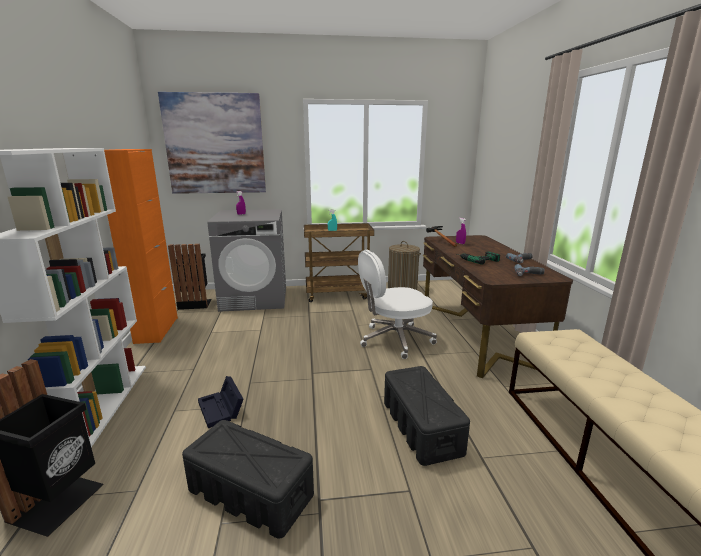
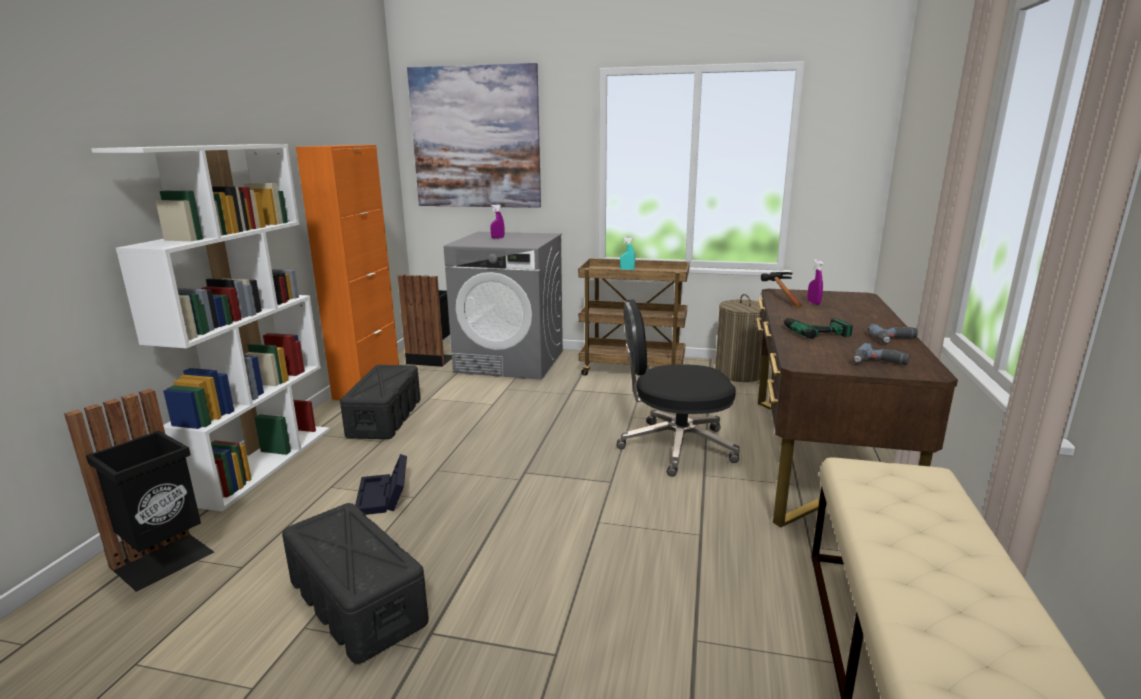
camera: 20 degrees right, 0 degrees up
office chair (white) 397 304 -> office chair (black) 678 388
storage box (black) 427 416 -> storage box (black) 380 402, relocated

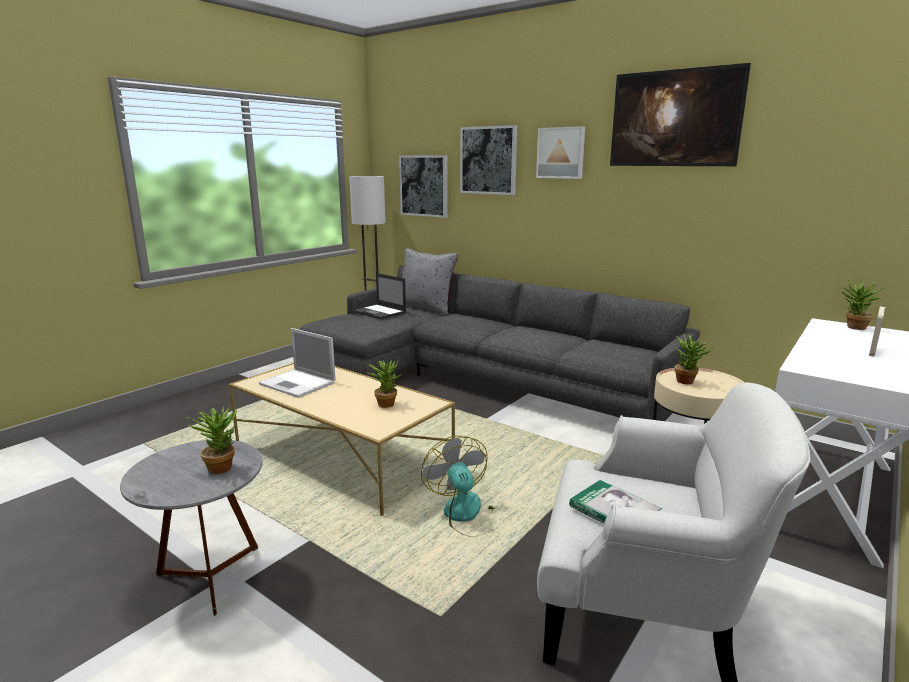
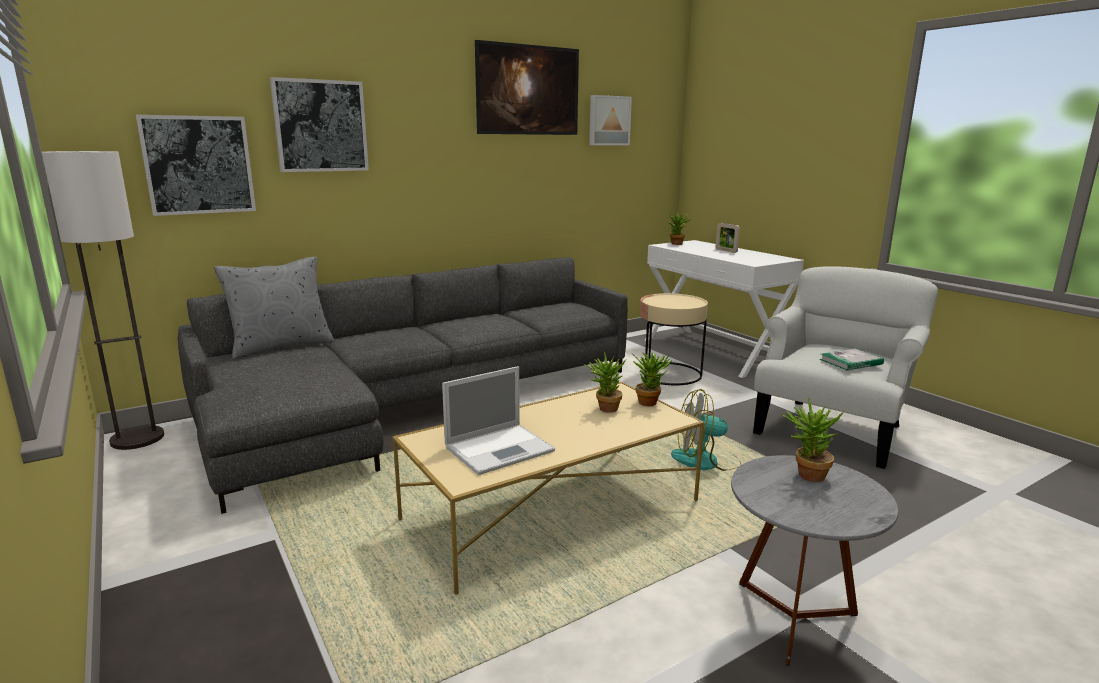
camera: 70 degrees left, 0 degrees up
laptop 379 296 -> none
picture 560 152 -> picture 610 120, relocated
potted plant 694 359 -> potted plant 651 379, relocated

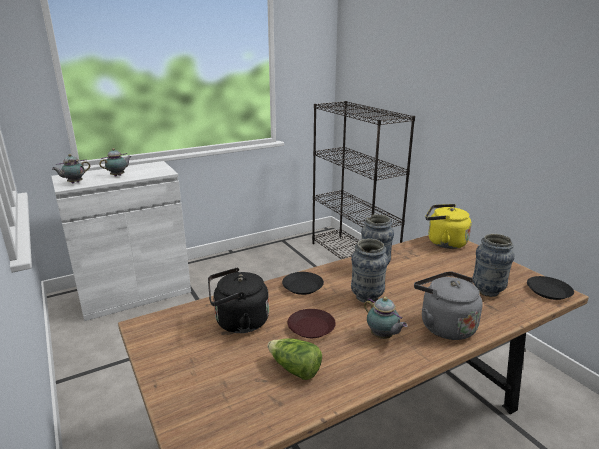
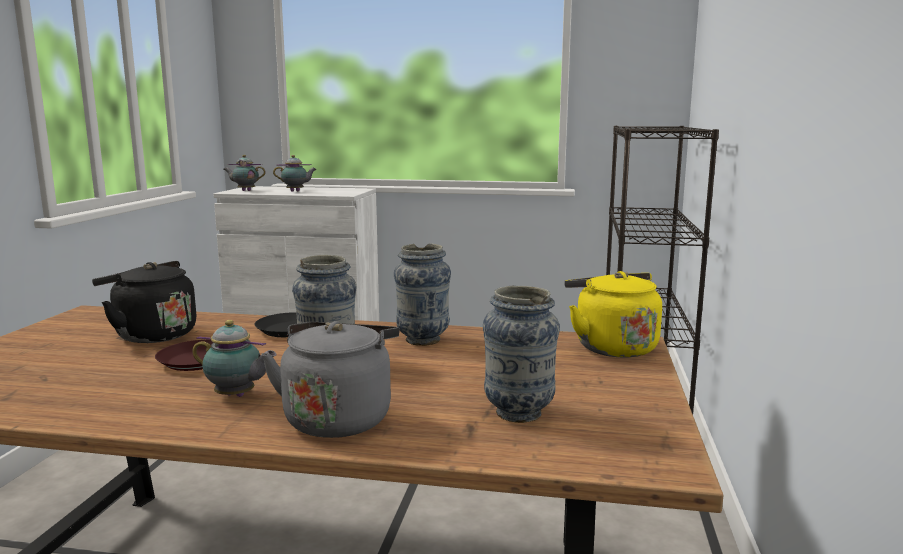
camera: 40 degrees right, 10 degrees down
lettuce 295 359 -> none
teapot 386 318 -> teapot 234 358, 75 degrees counterclockwise
plate (black) 550 288 -> none

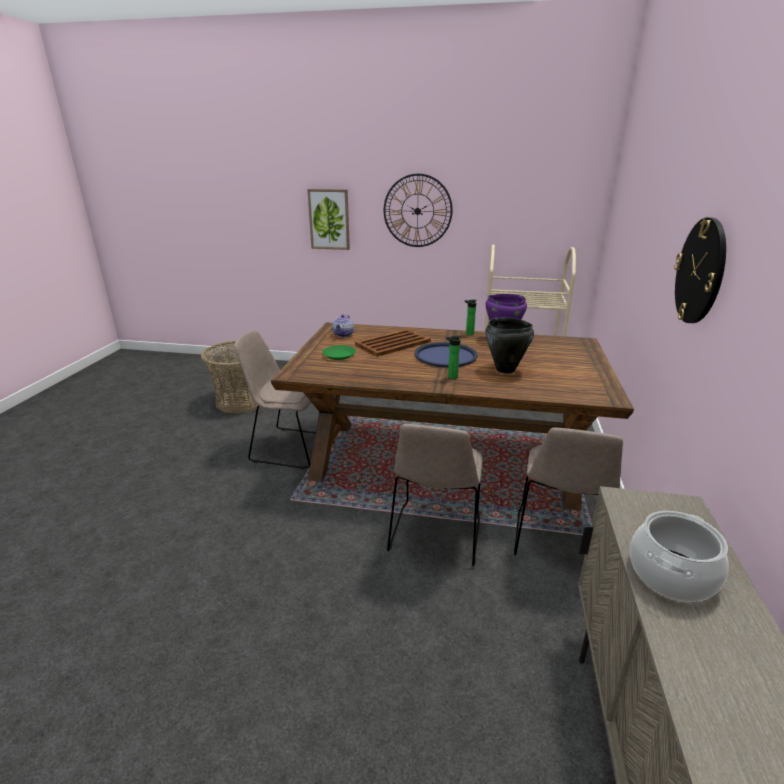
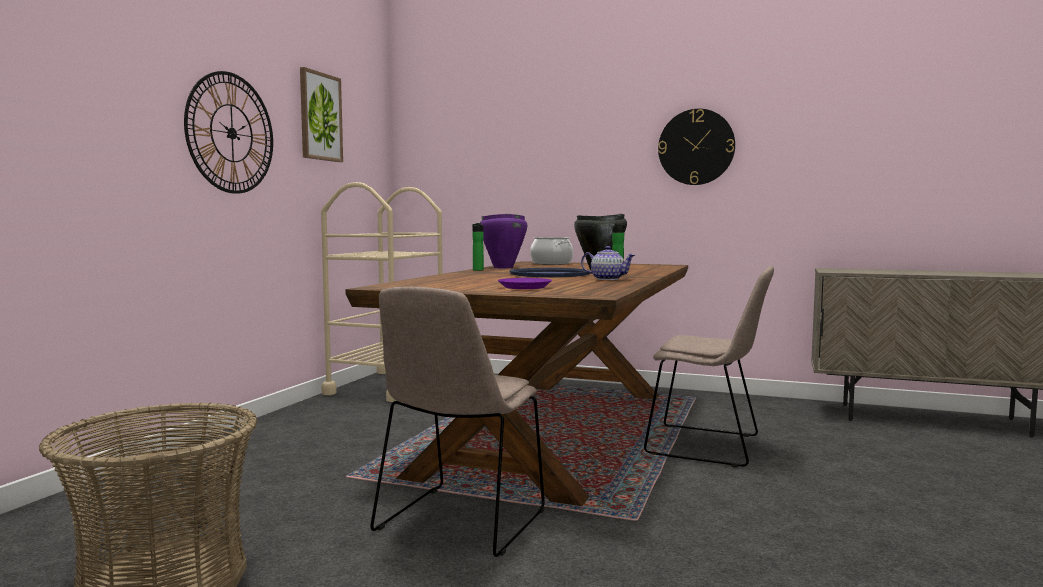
camera: 80 degrees left, 20 degrees down
picture 328 219 -> picture 321 114, relocated
plate (green) 339 352 -> plate (purple) 525 283
teapot 343 325 -> teapot 608 263, relocated
tray (brown) 393 343 -> none
chair (beige) 568 491 -> none
cooking pot 679 556 -> cooking pot 551 251, relocated

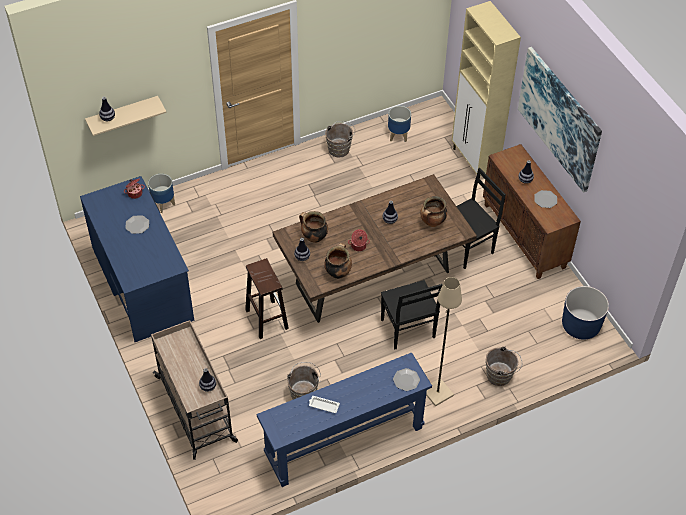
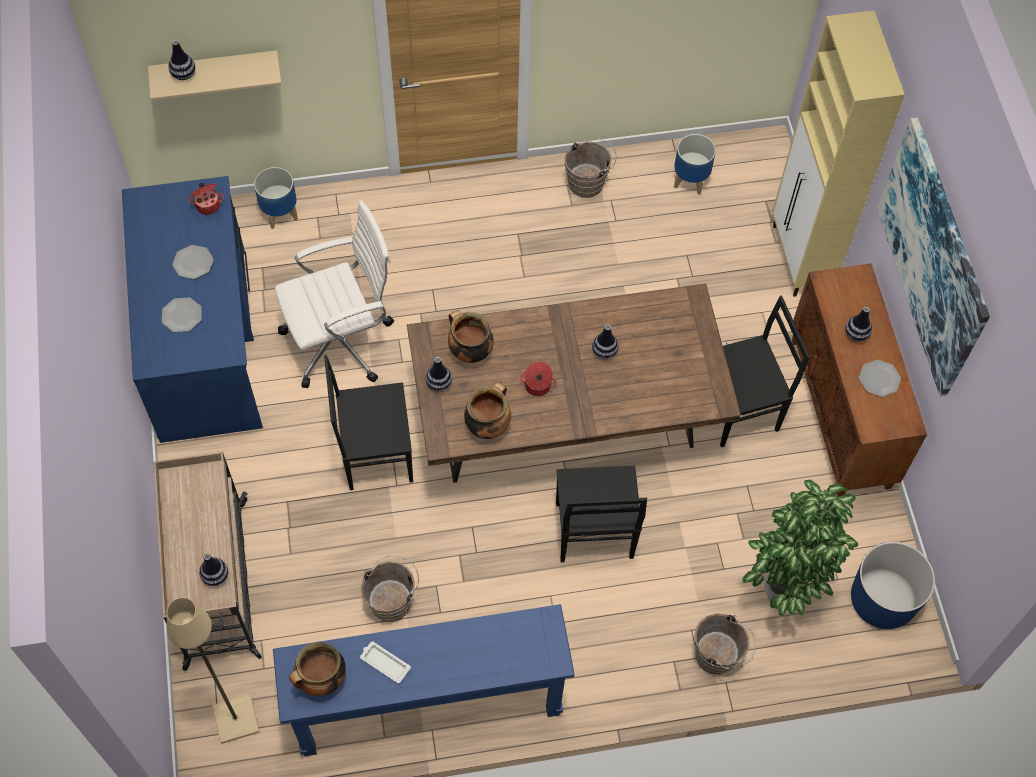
camera: 15 degrees right, 10 degrees up
stool (brown) 267 298 -> chair (black) 368 422
plate 406 379 -> plate 182 315, relocated
cooking pot 433 211 -> cooking pot 317 669, relocated
floor lamp (beige) 444 341 -> floor lamp (beige) 213 671, relocated
none -> office chair (white) 334 294
none -> potted plant 800 548

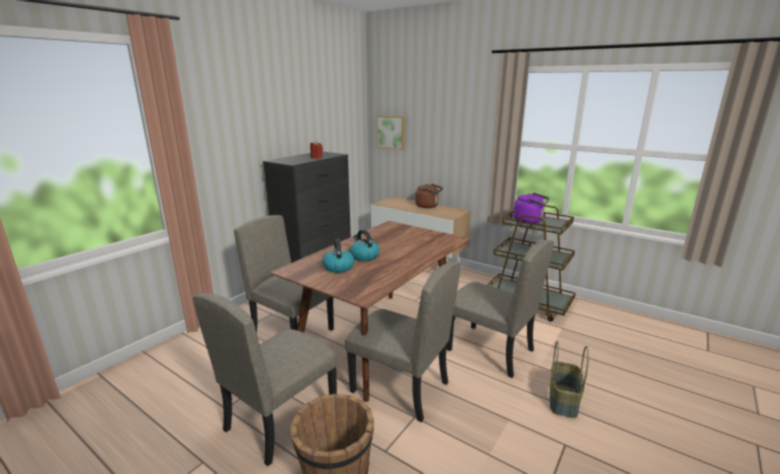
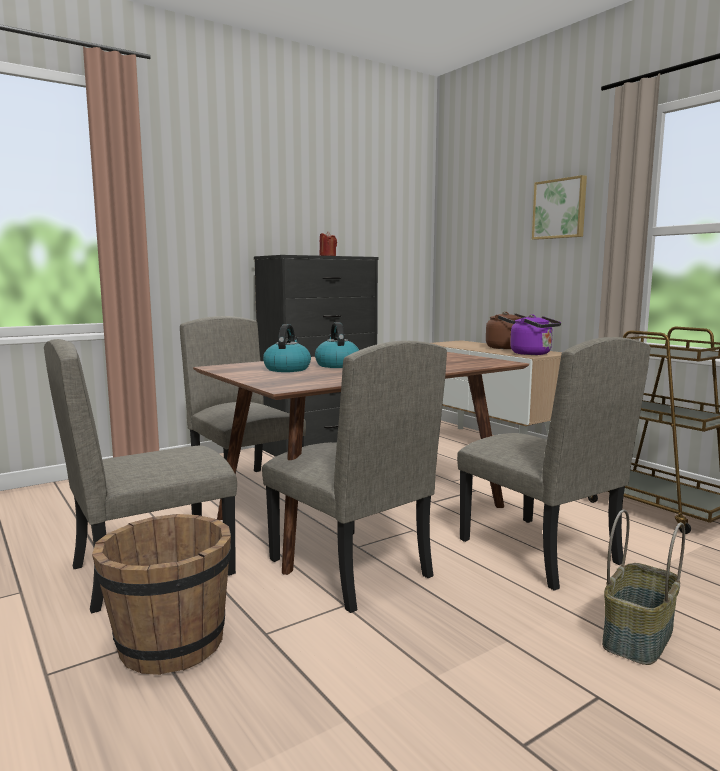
camera: 20 degrees right, 10 degrees down
picture 390 132 -> picture 559 207, relocated
kettle (purple) 531 208 -> kettle (purple) 535 334, relocated

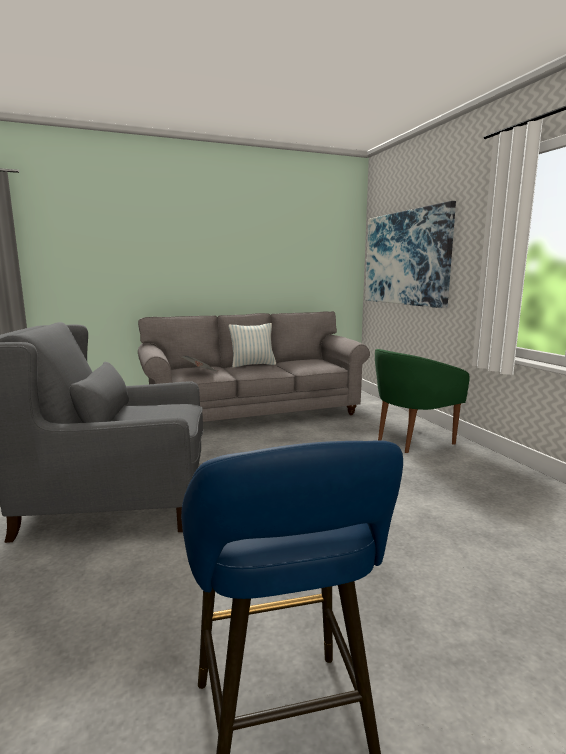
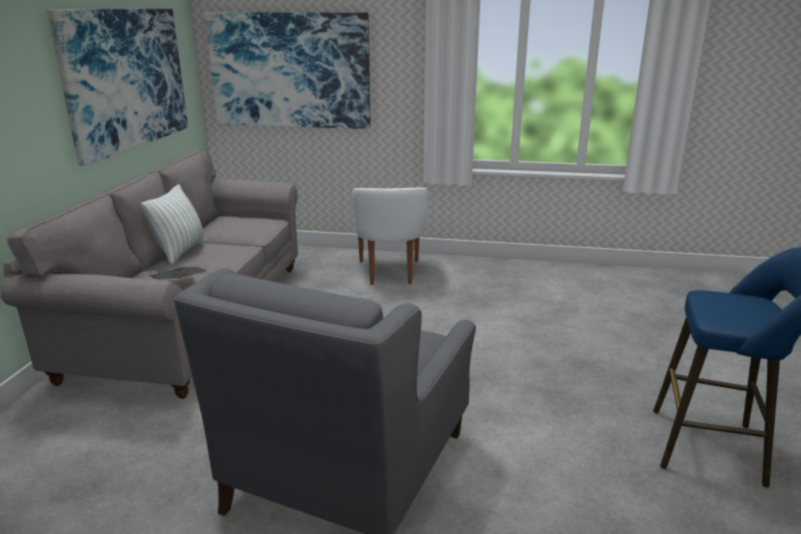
camera: 60 degrees left, 10 degrees up
armchair (green) 422 401 -> armchair (white) 390 236
none -> picture 117 87

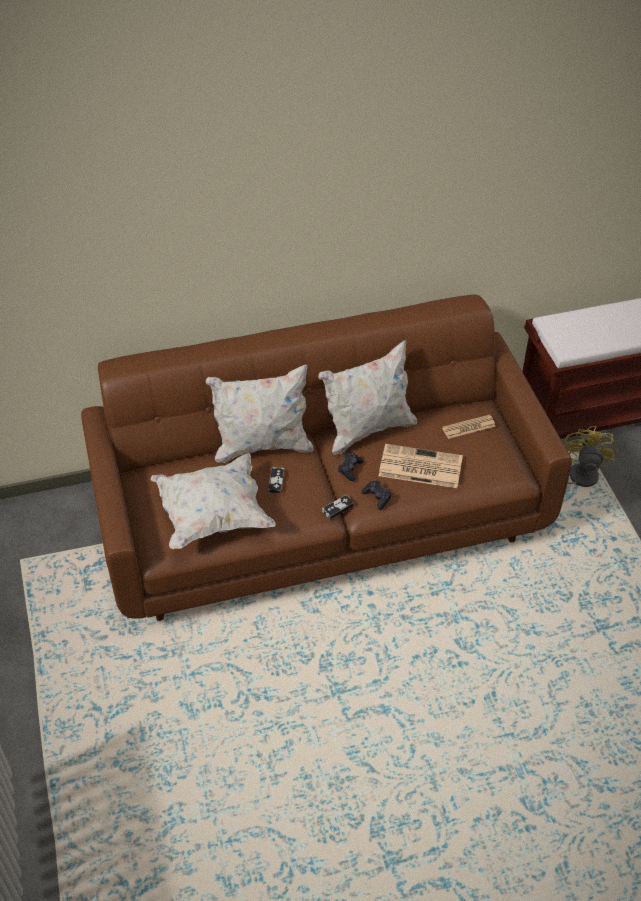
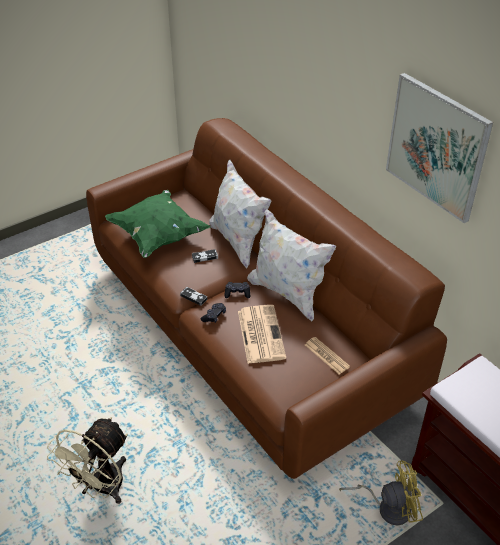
camera: 70 degrees right, 5 degrees down
pillow (white) 213 501 -> pillow (green) 157 224
none -> fan (beige) 87 460
none -> picture 439 148

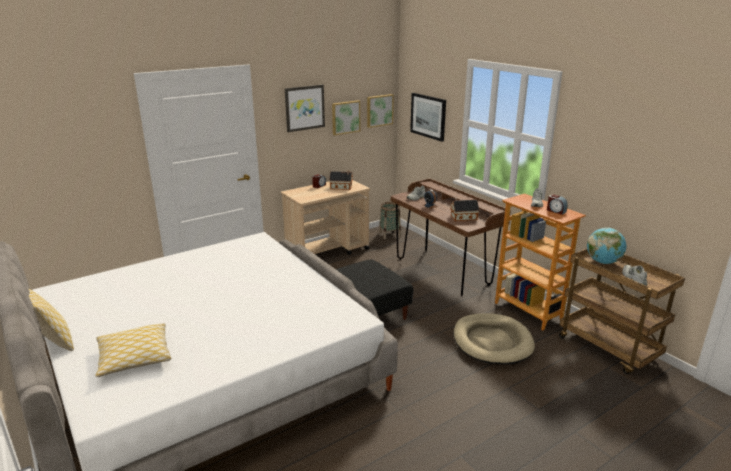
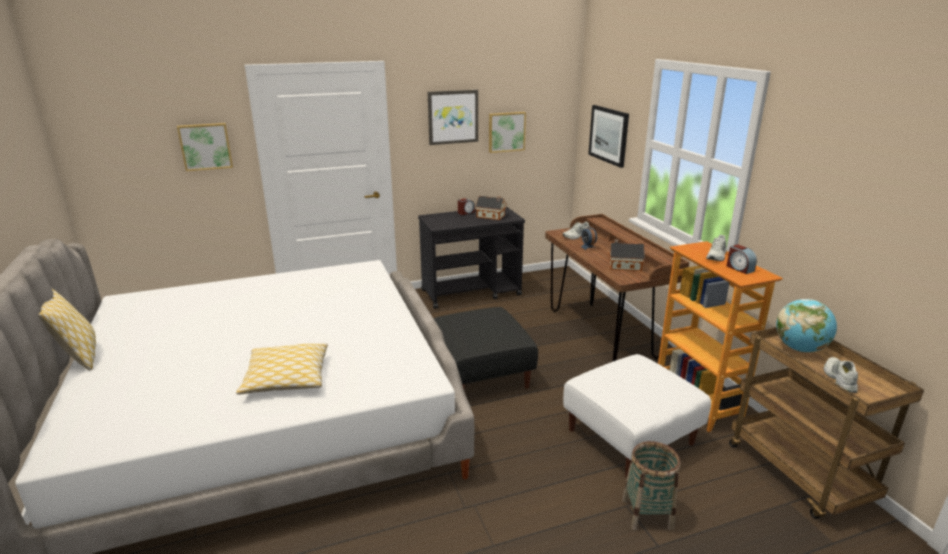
camera: 15 degrees right, 0 degrees up
pillow 133 350 -> pillow 282 368, relocated
cart (beige) 325 217 -> cart (black) 471 257
picture 380 111 -> picture 205 147, relocated
basket 390 220 -> basket 651 486, relocated
dog bed (beige) 494 338 -> ottoman (white) 637 416

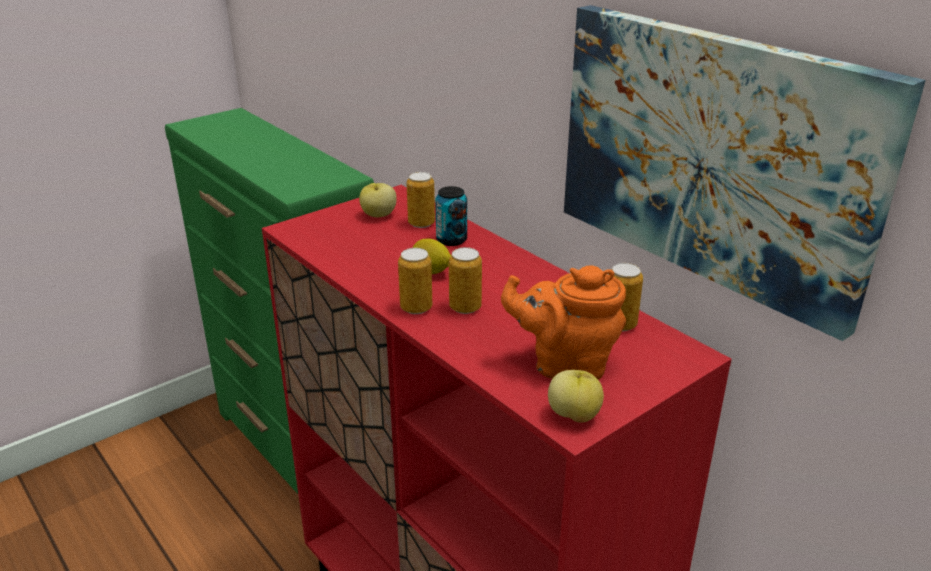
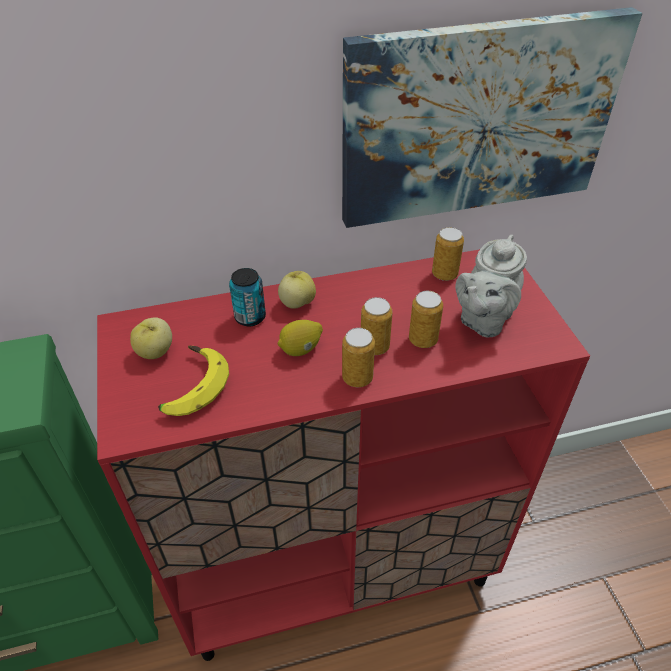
camera: 65 degrees left, 15 degrees up
can 421 200 -> can 426 319, relocated
teapot (orange) 563 322 -> teapot (grey) 491 286
apple 576 396 -> apple 297 290, relocated
none -> banana 193 381

